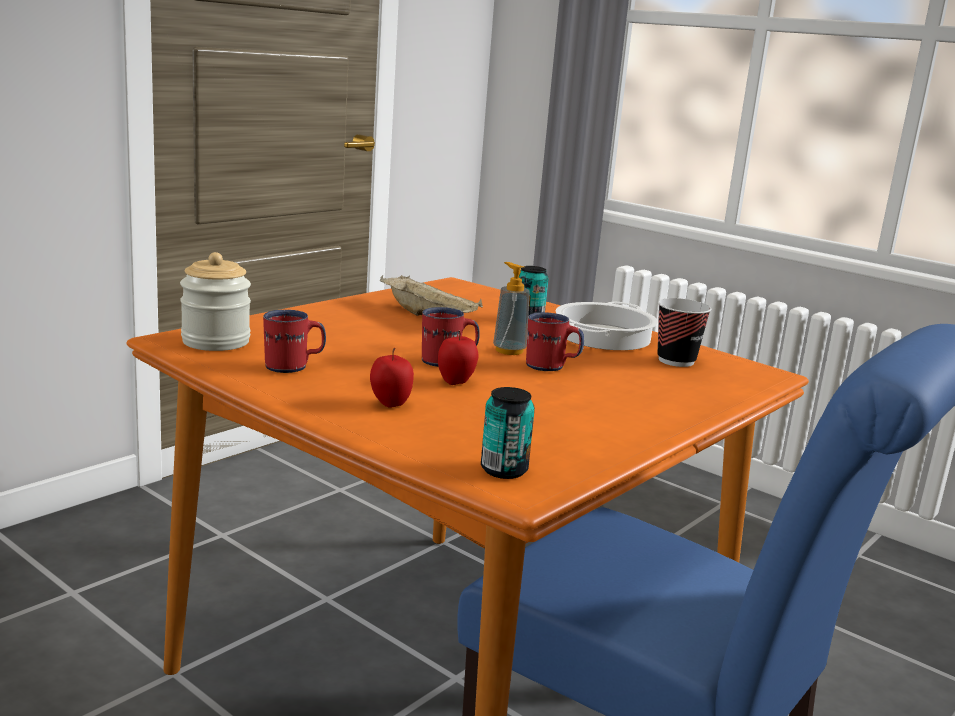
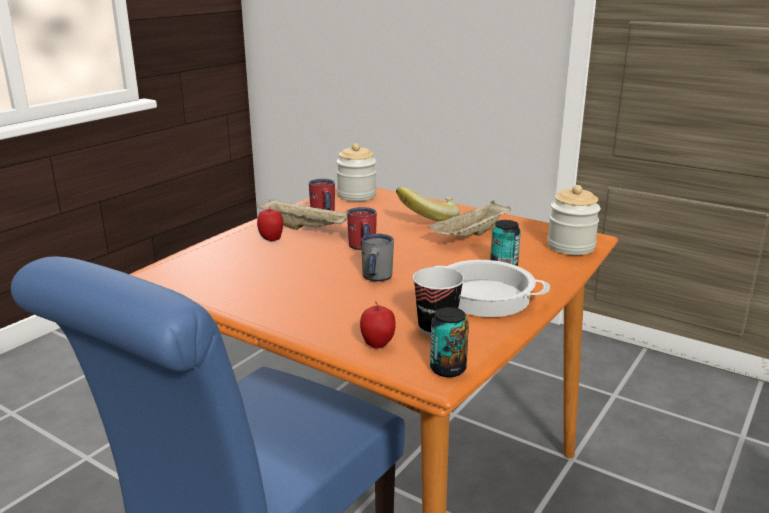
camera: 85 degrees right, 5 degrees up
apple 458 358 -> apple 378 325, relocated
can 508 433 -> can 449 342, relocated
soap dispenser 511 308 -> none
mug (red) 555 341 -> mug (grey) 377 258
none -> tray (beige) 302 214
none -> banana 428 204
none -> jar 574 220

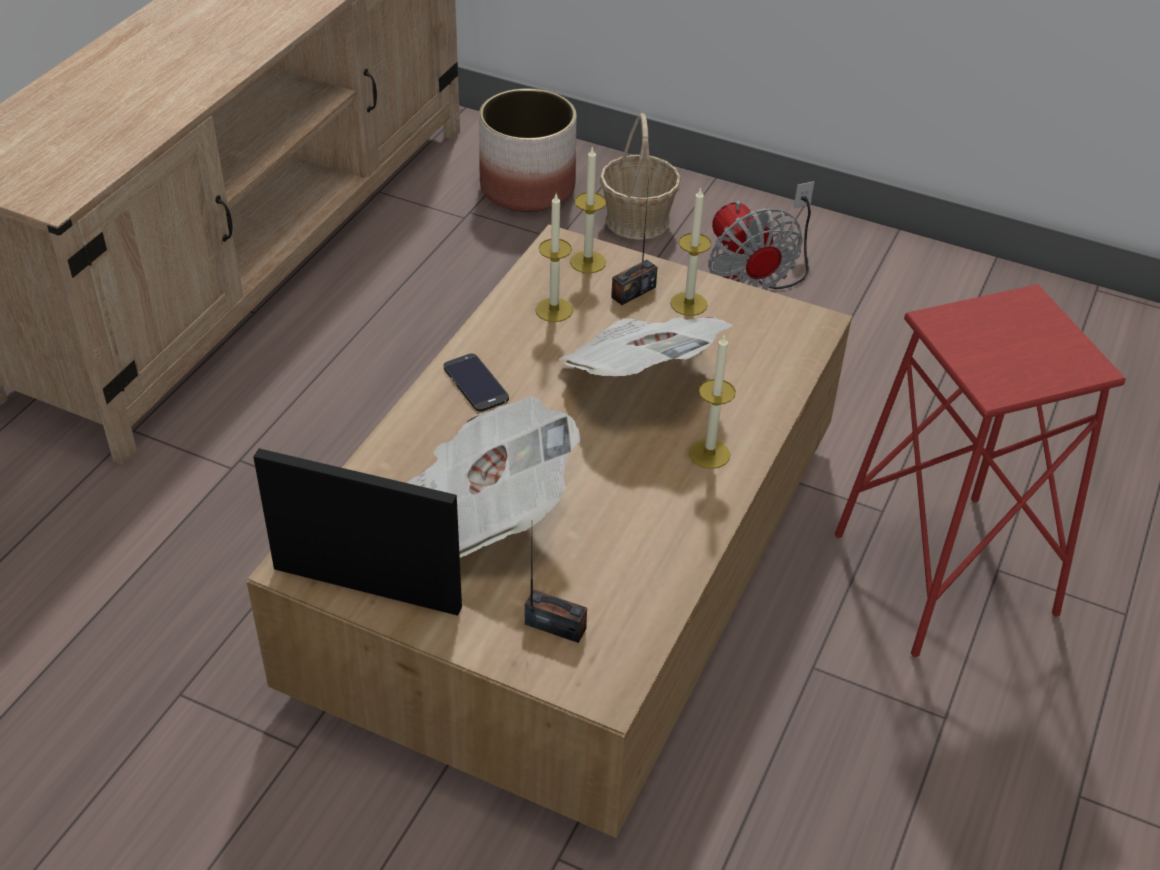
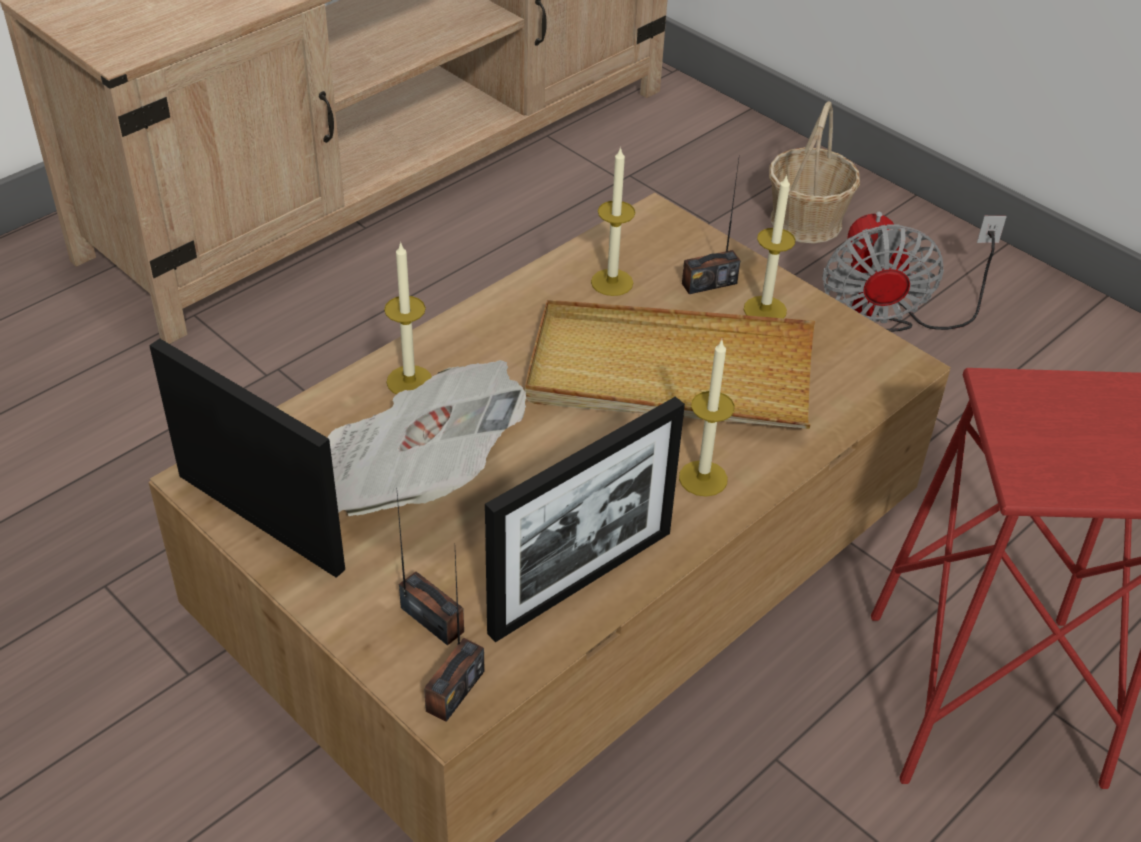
camera: 20 degrees right, 0 degrees up
phone 476 382 -> none
planter 528 150 -> none
newspaper 646 346 -> tray (beige) 670 364
candle 588 210 -> candle 408 318, relocated
none -> radio 454 637
none -> picture frame 585 519

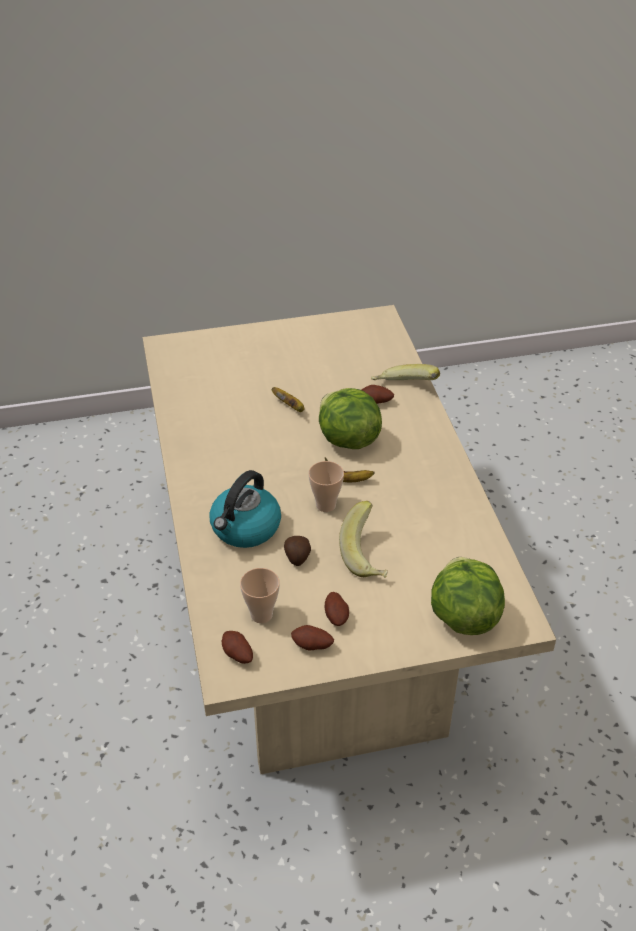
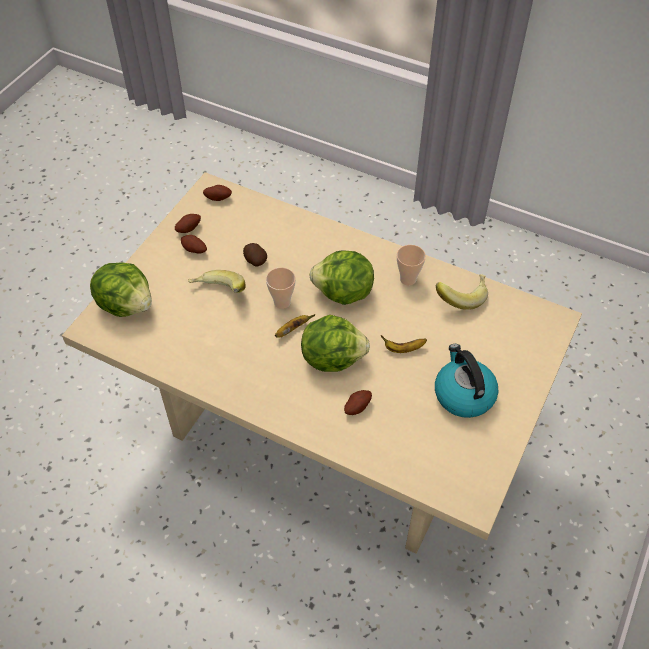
camera: 130 degrees right, 10 degrees up
kettle 245 509 -> kettle 466 381, relocated
cup 260 595 -> cup 411 265, relocated
banana 405 372 -> banana 462 292, relocated
none -> lettuce 341 277

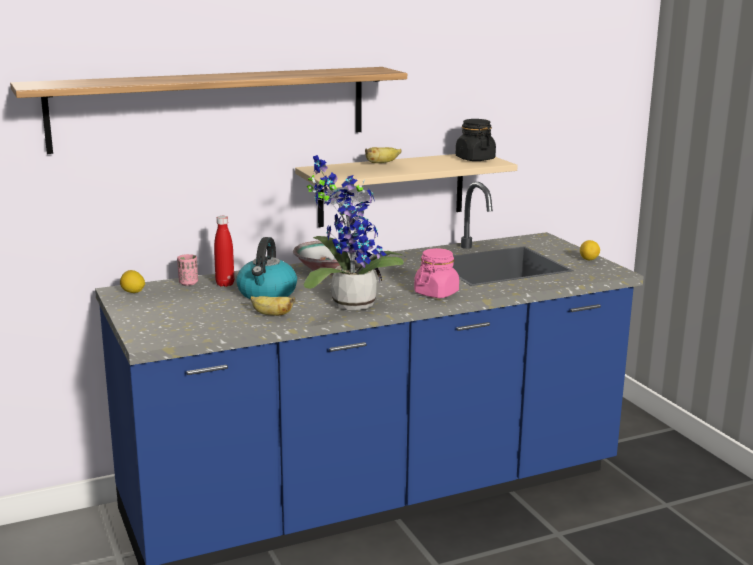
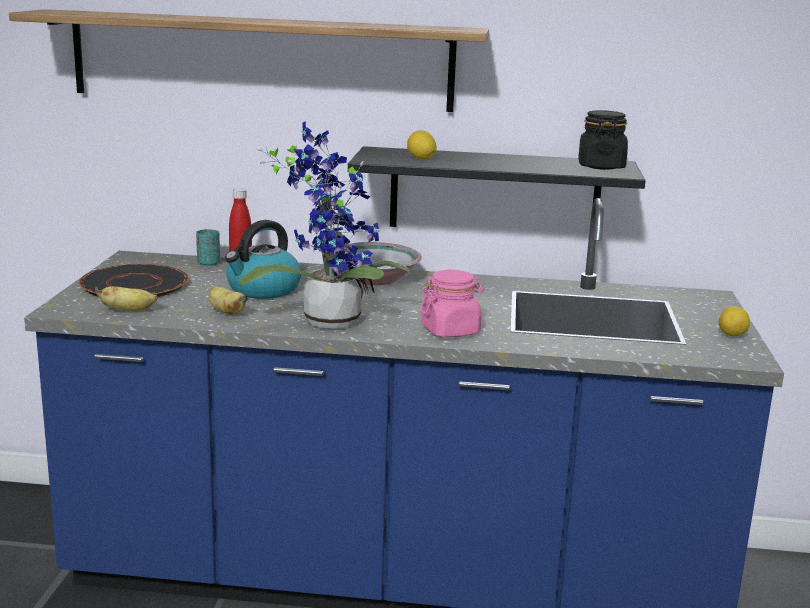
camera: 30 degrees right, 0 degrees up
lemon 132 281 -> lemon 421 144, relocated
cup (pink) 187 270 -> cup (turquoise) 208 247
shelf (beige) 406 190 -> shelf (black) 497 186
banana 383 155 -> banana 126 298, relocated
none -> plate (black) 134 280

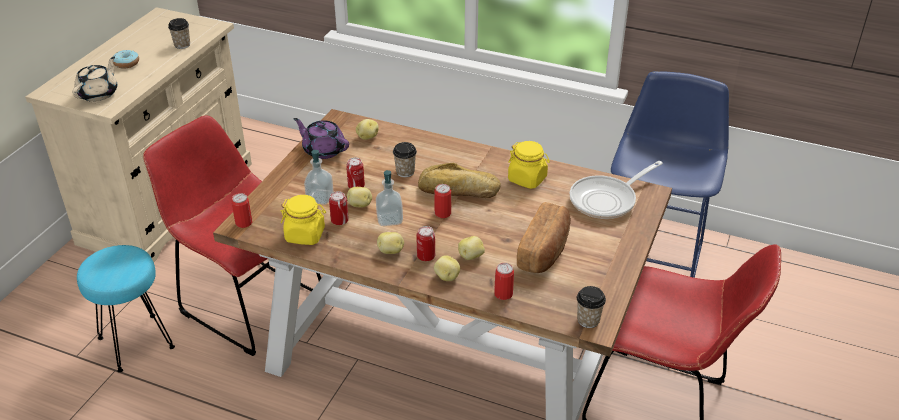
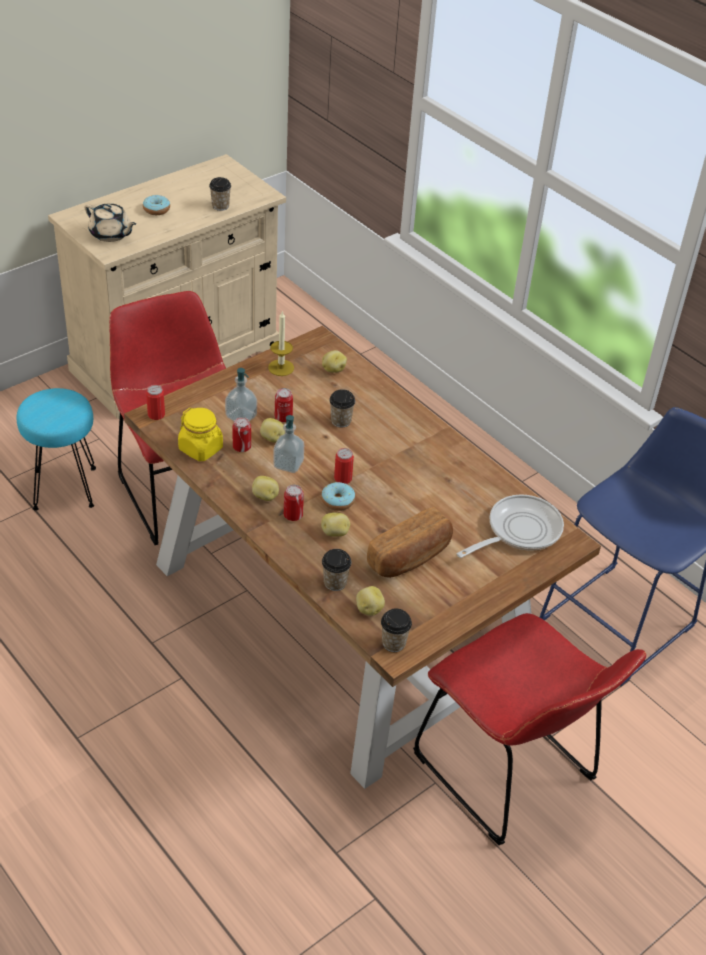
camera: 25 degrees right, 5 degrees up
teapot (beige) 94 79 -> teapot (beige) 110 222, 75 degrees clockwise
teapot (purple) 321 138 -> candle 281 343
bread 459 180 -> none
potato 447 268 -> potato 370 601, relocated
can 504 281 -> cup 337 570
jar (yellow) 529 165 -> none
frying pan 616 190 -> frying pan 510 526, 150 degrees clockwise
none -> donut 338 496

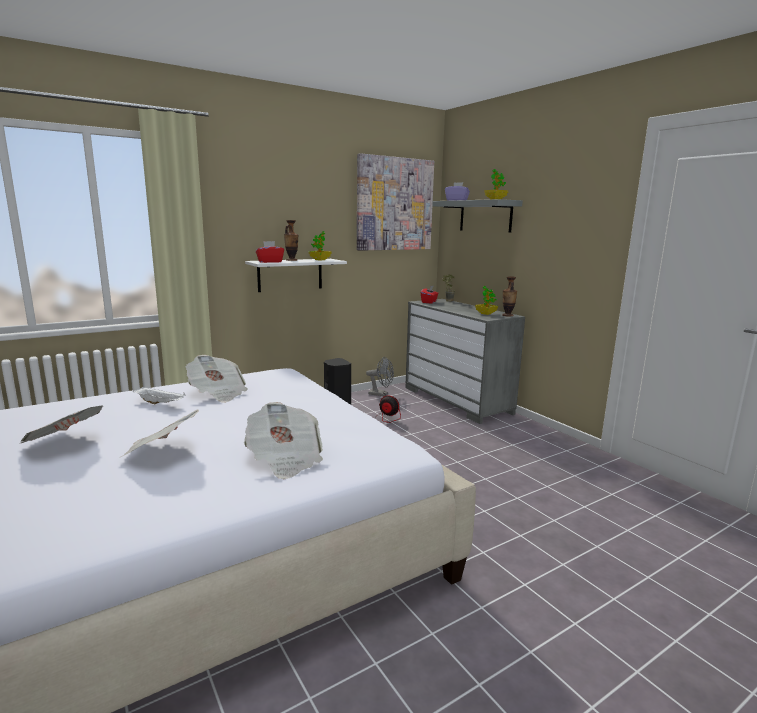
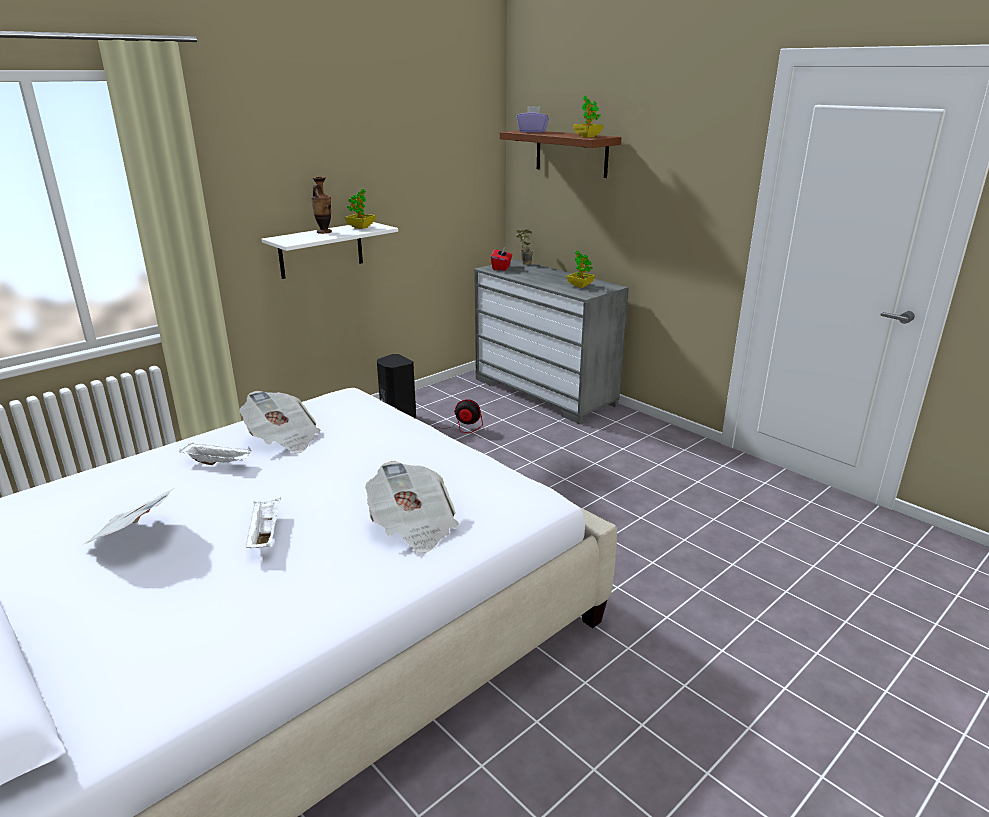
camera: 10 degrees left, 10 degrees up
newspaper 160 433 -> tray (white) 263 522
tissue box (red) 270 252 -> none
picture 395 202 -> none
fan (grey) 380 376 -> none
shelf (grey) 477 216 -> shelf (brown) 561 154
vase 509 296 -> none

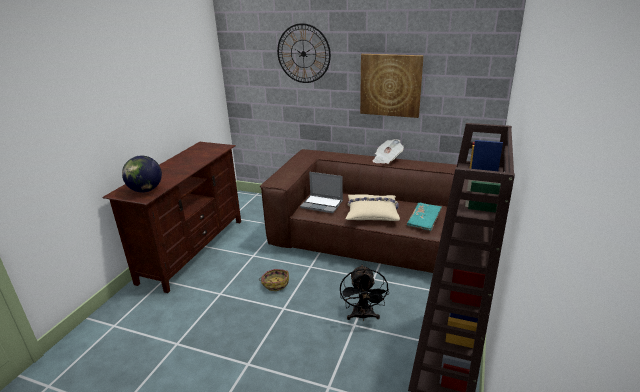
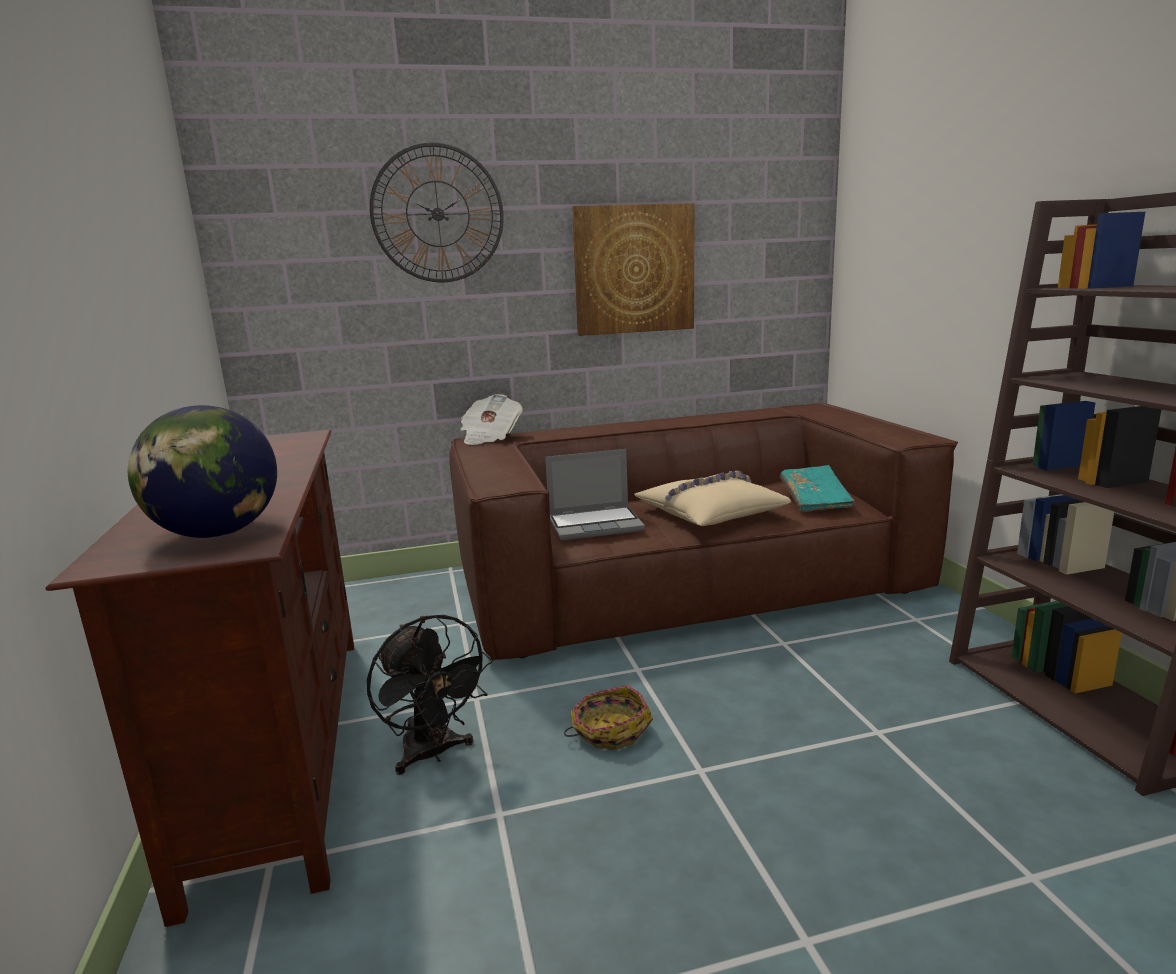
camera: 35 degrees left, 10 degrees down
fan (black) 364 293 -> fan (black) 430 695, relocated
newspaper 388 151 -> newspaper 491 419, relocated

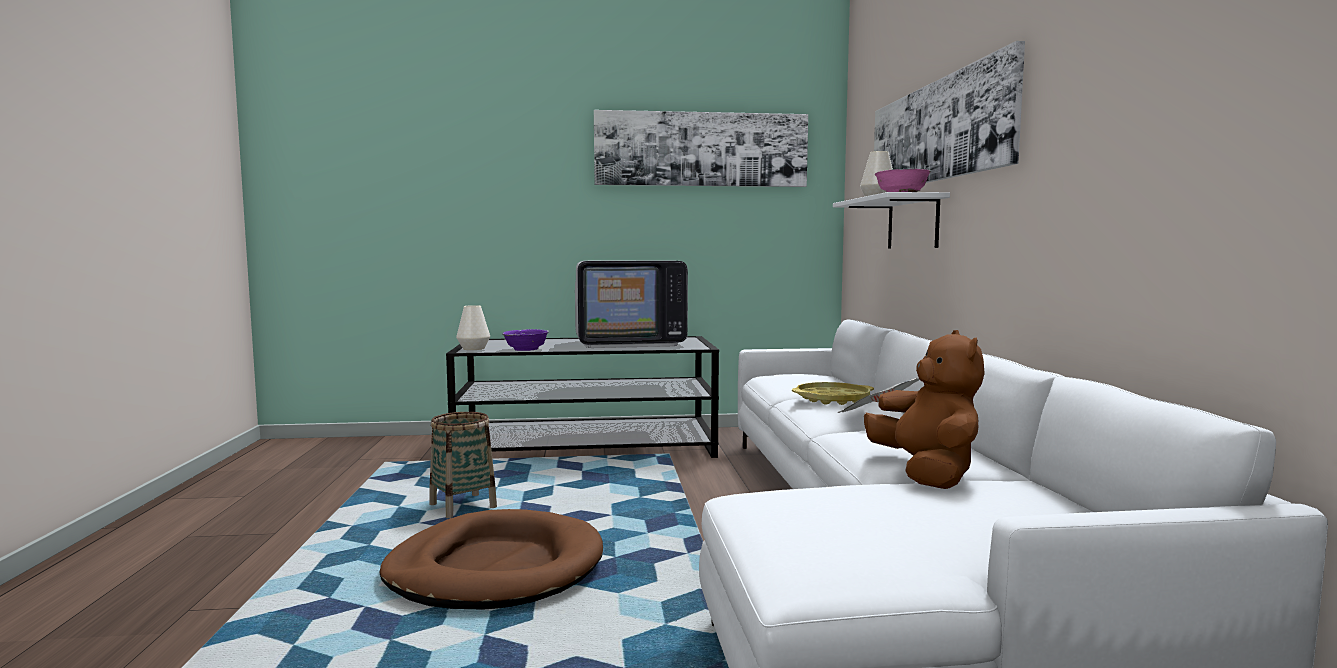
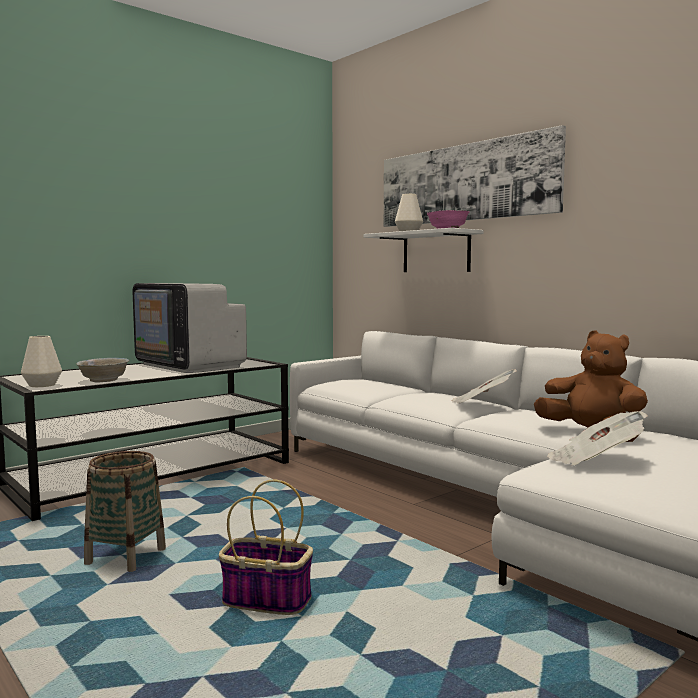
camera: 35 degrees left, 0 degrees up
dog bed (brown) 491 559 -> basket 266 547
bowl (purple) 525 340 -> bowl (white) 102 370
television 631 304 -> television 190 328, 90 degrees clockwise
picture 701 148 -> none
tray (yellow) 833 393 -> none
none -> newspaper 597 438

